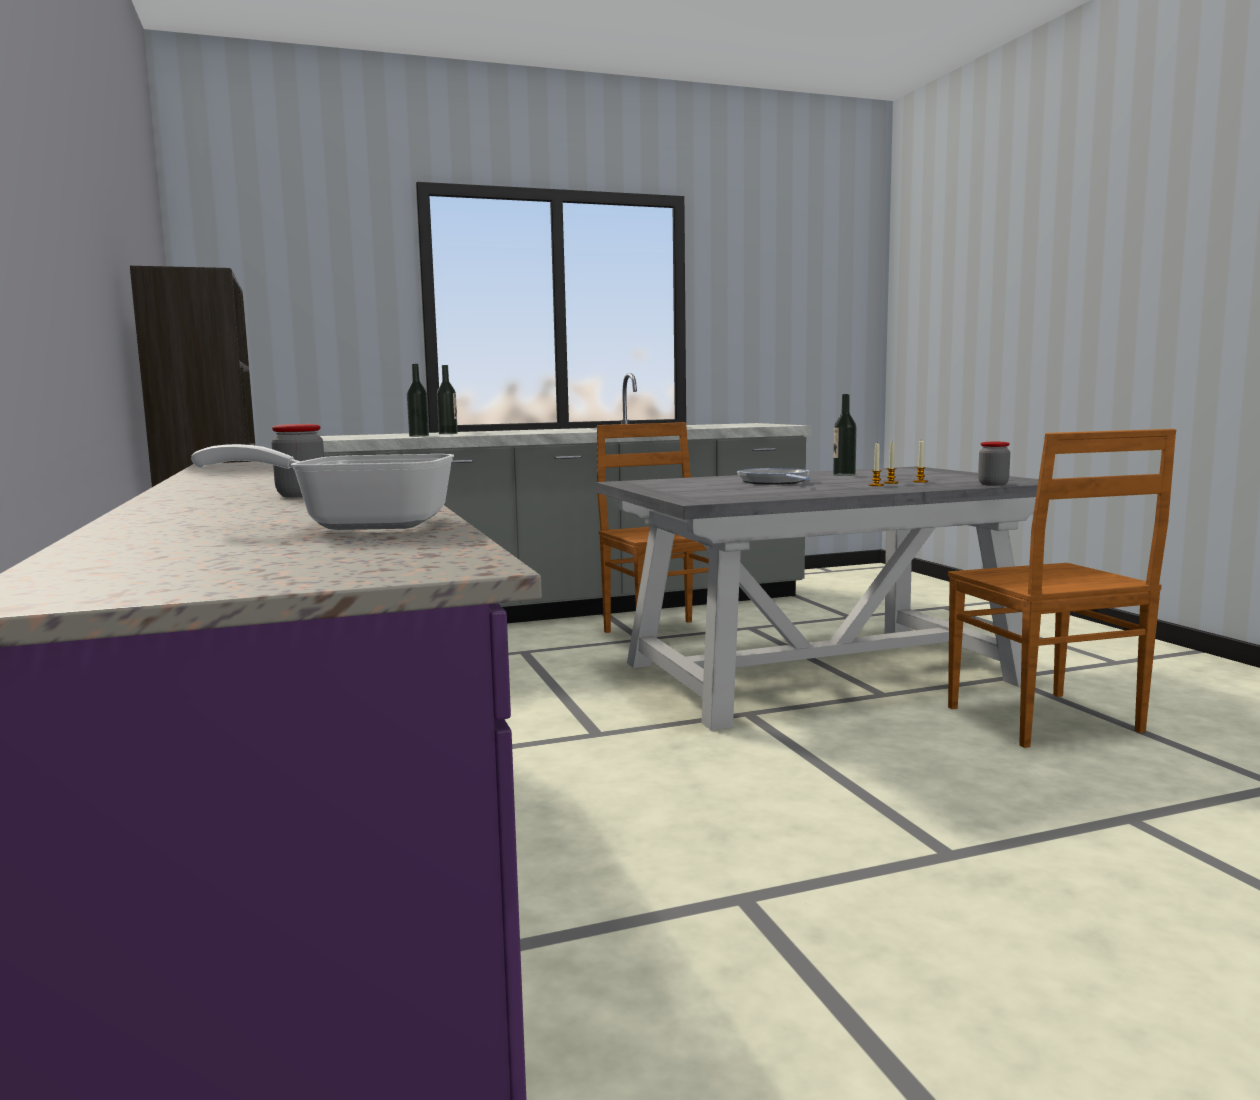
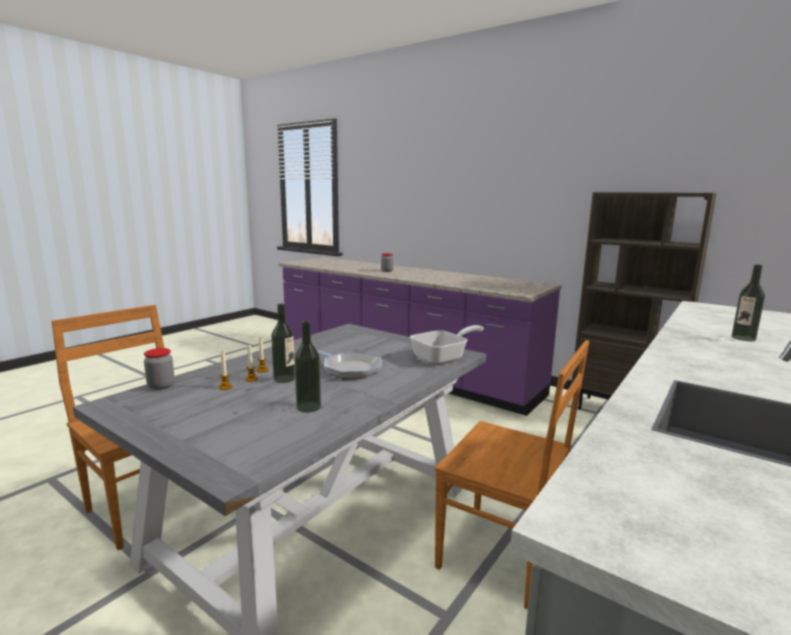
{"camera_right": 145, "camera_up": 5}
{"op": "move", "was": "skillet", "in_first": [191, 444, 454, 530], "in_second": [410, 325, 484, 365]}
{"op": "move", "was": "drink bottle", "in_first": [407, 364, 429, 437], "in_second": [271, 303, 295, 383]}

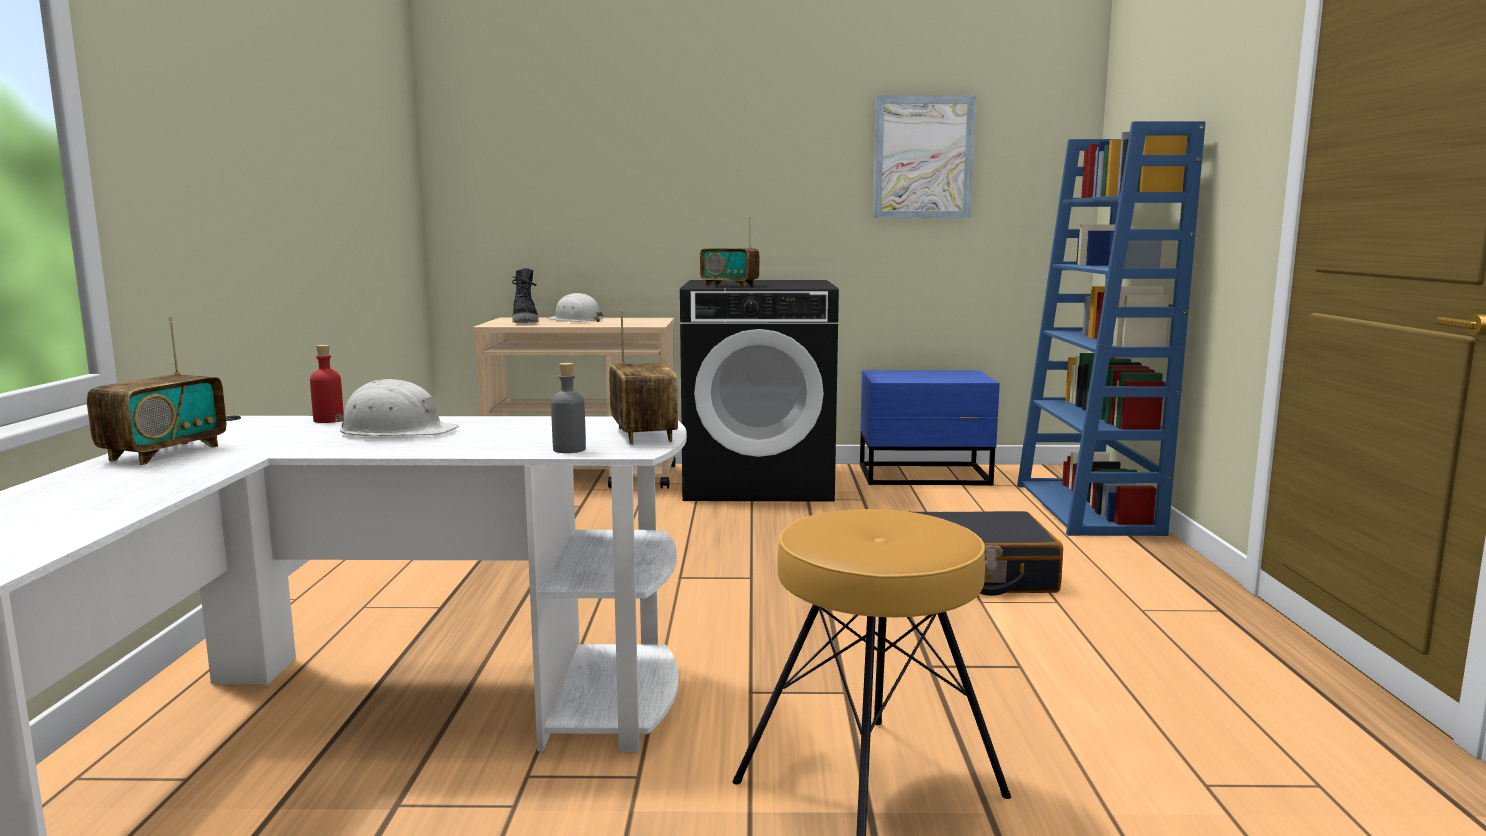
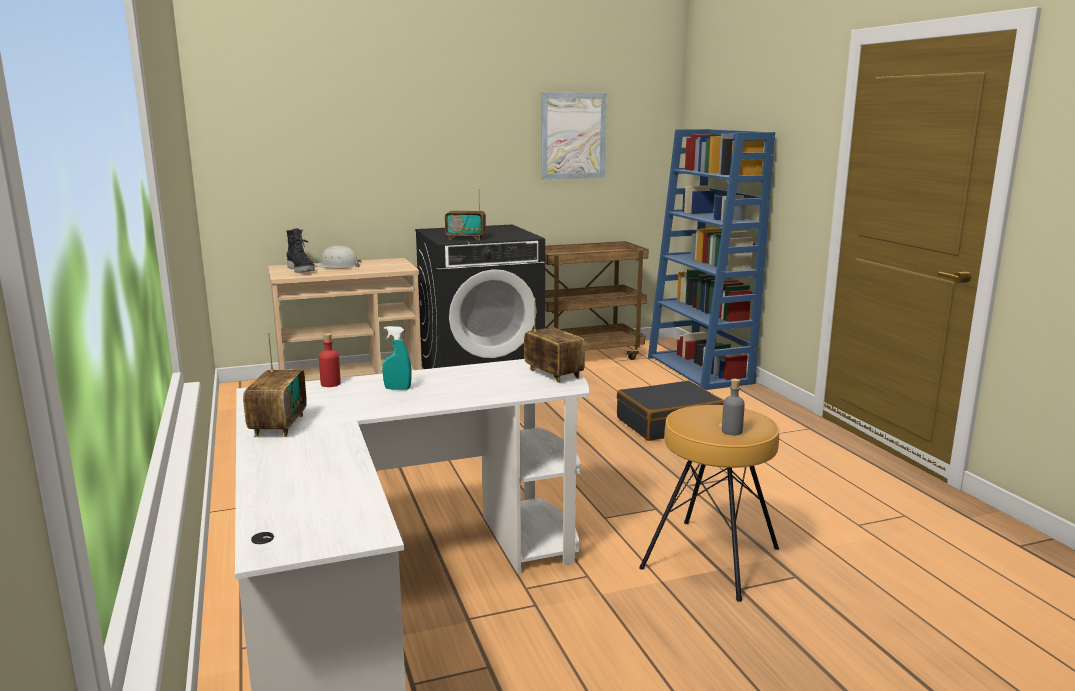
{"camera_right": -20, "camera_up": 5}
{"op": "move", "was": "grey drink bottle", "in_first": [551, 363, 586, 453], "in_second": [722, 379, 745, 435]}
{"op": "replace", "was": "white safety helmet", "now": "turquoise sprayer", "in_first": [334, 379, 459, 436], "in_second": [382, 326, 411, 390]}
{"op": "replace", "was": "bluish nightstand", "now": "brown-coloured cart", "in_first": [860, 370, 1000, 485], "in_second": [545, 241, 649, 360]}

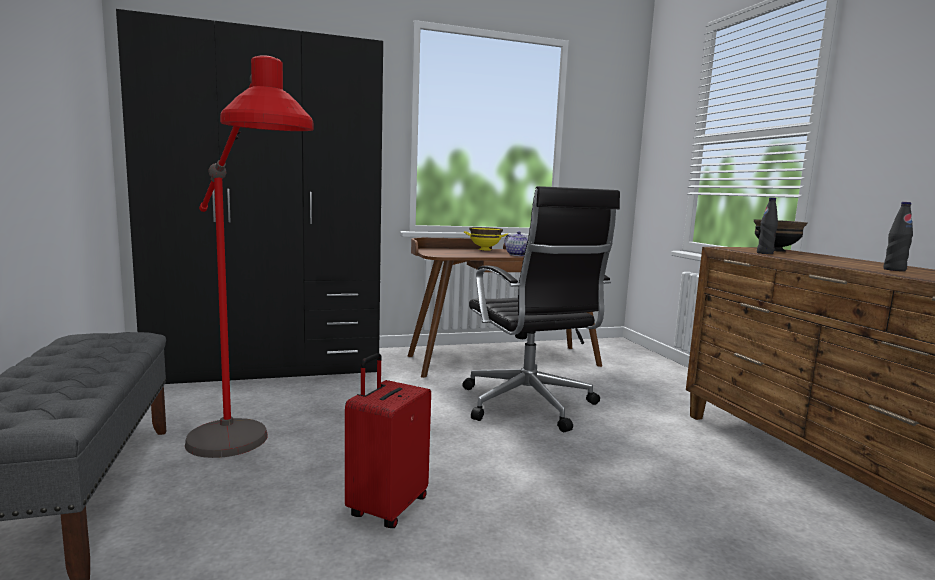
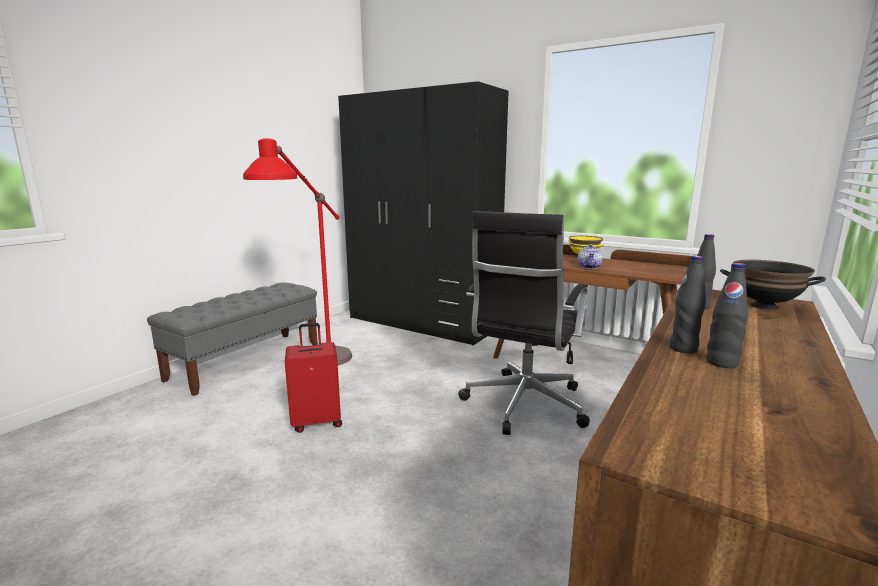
{"camera_right": 50, "camera_up": 5}
{"op": "insert", "now": "black-coloured drink bottle", "in_second": [670, 256, 706, 353]}

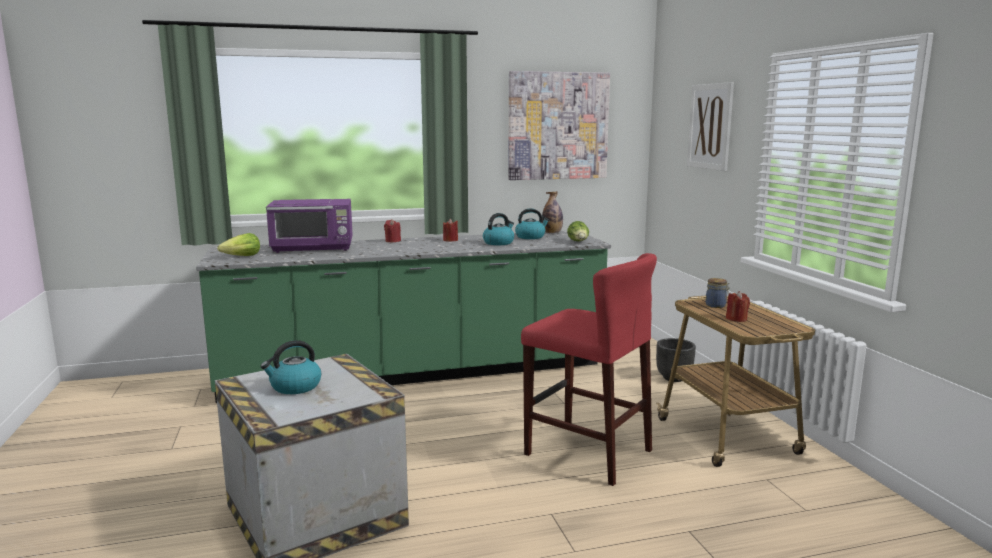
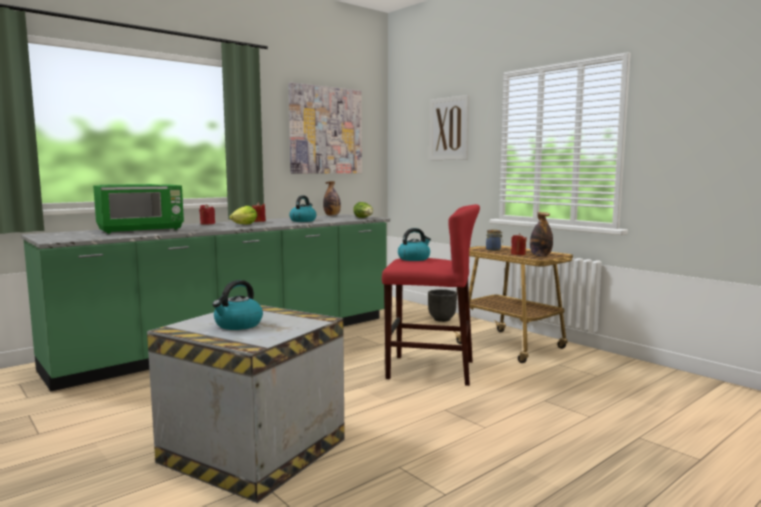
{"camera_right": -25, "camera_up": -5}
{"op": "insert", "now": "drink bottle", "in_second": [530, 212, 553, 257]}
{"op": "move", "was": "lettuce", "in_first": [217, 233, 260, 256], "in_second": [229, 206, 257, 225]}
{"op": "move", "was": "kettle", "in_first": [515, 208, 549, 239], "in_second": [398, 228, 431, 261]}
{"op": "recolor", "was": "purple-coloured kitchen microwave", "now": "green kitchen microwave", "in_first": [266, 199, 353, 253], "in_second": [93, 184, 184, 234]}

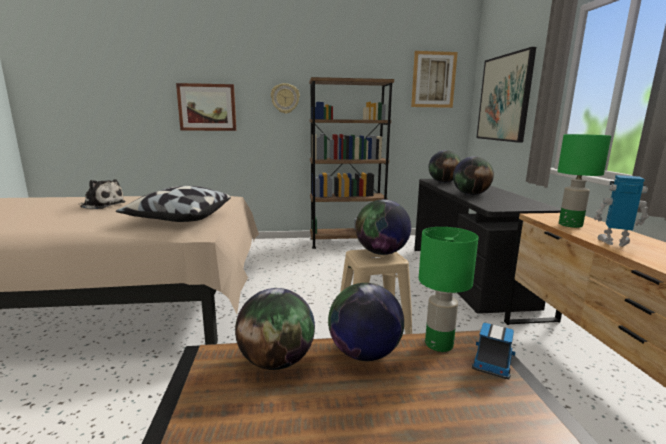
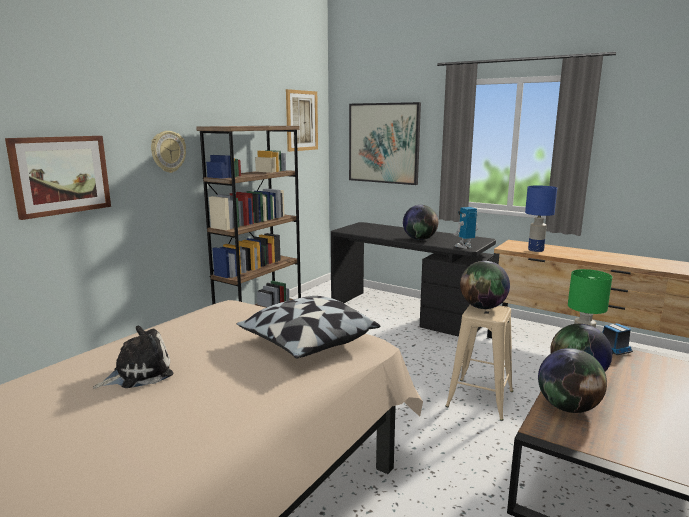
{"camera_right": -50, "camera_up": 0}
{"op": "delete", "was": "globe", "in_first": [429, 150, 461, 183]}
{"op": "move", "was": "robot figure", "in_first": [594, 175, 649, 247], "in_second": [454, 207, 478, 249]}
{"op": "recolor", "was": "green lamp for a table", "now": "bluish lamp for a table", "in_first": [558, 134, 611, 228], "in_second": [525, 185, 557, 252]}

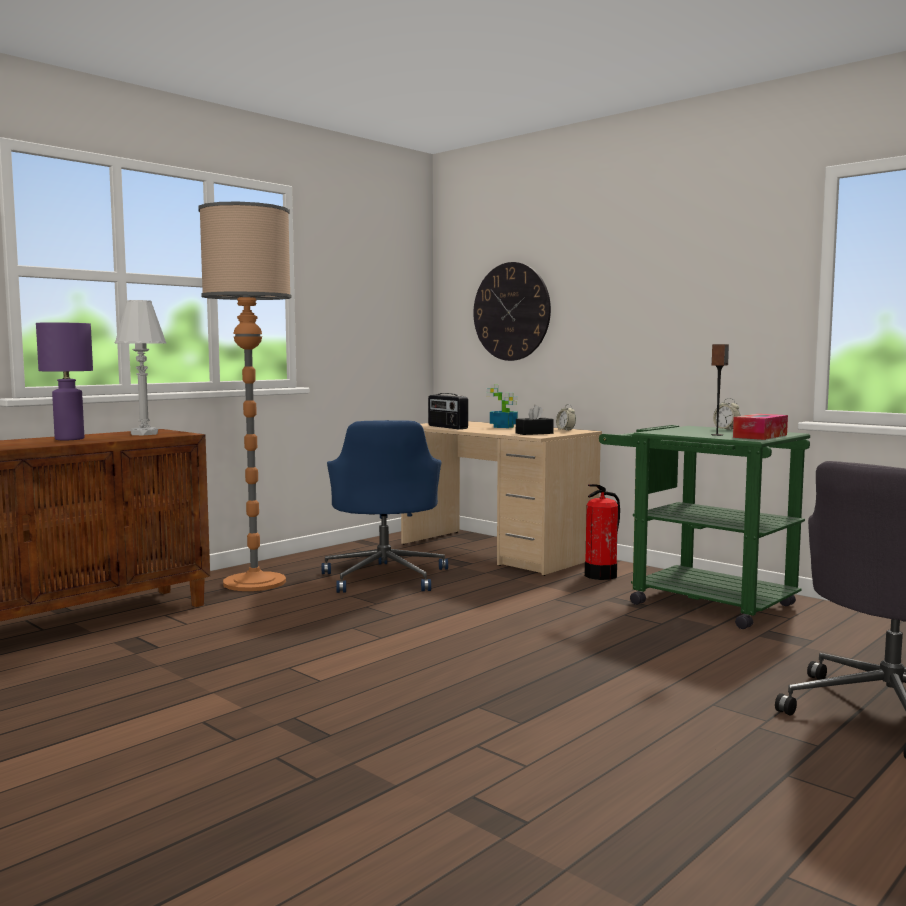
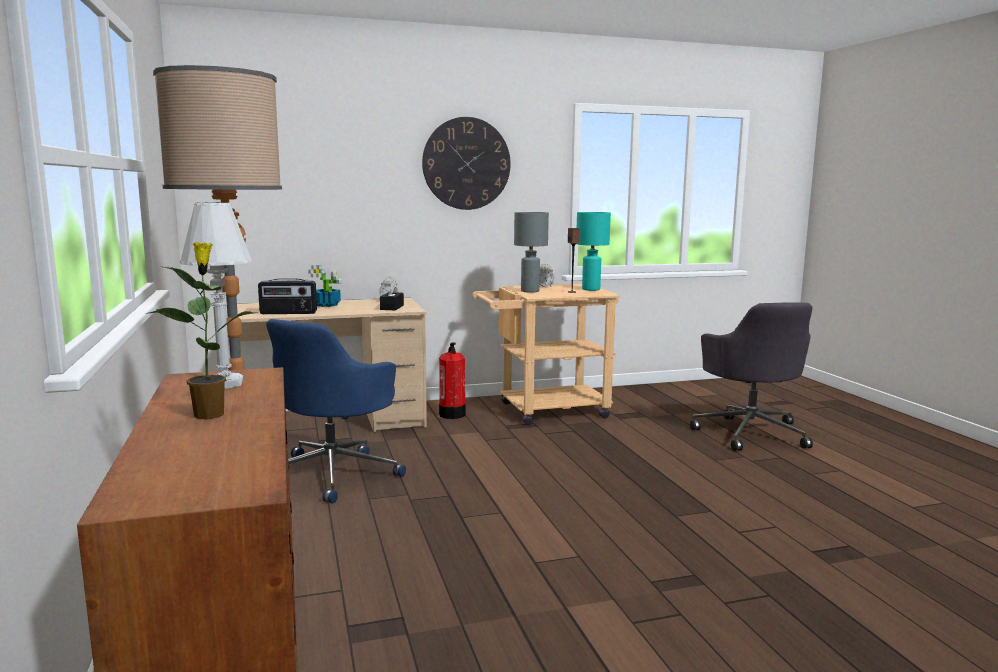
{"camera_right": -60, "camera_up": 5}
{"op": "insert", "now": "grey lamp for a table", "in_second": [514, 212, 549, 293]}
{"op": "move", "was": "clock on the wall", "in_first": [474, 262, 551, 361], "in_second": [422, 117, 511, 210]}
{"op": "replace", "was": "purple-coloured lamp for a table", "now": "houseplant", "in_first": [36, 322, 93, 440], "in_second": [146, 242, 258, 420]}
{"op": "replace", "was": "tissue holder", "now": "turquoise lamp for a table", "in_first": [733, 414, 788, 440], "in_second": [576, 212, 611, 291]}
{"op": "recolor", "was": "green cart", "now": "sand-coloured cart", "in_first": [599, 425, 810, 629], "in_second": [472, 284, 620, 425]}
{"op": "rotate", "was": "bluish computer chair", "in_first": [322, 420, 448, 593], "in_second": [266, 319, 406, 503], "clockwise": 90}

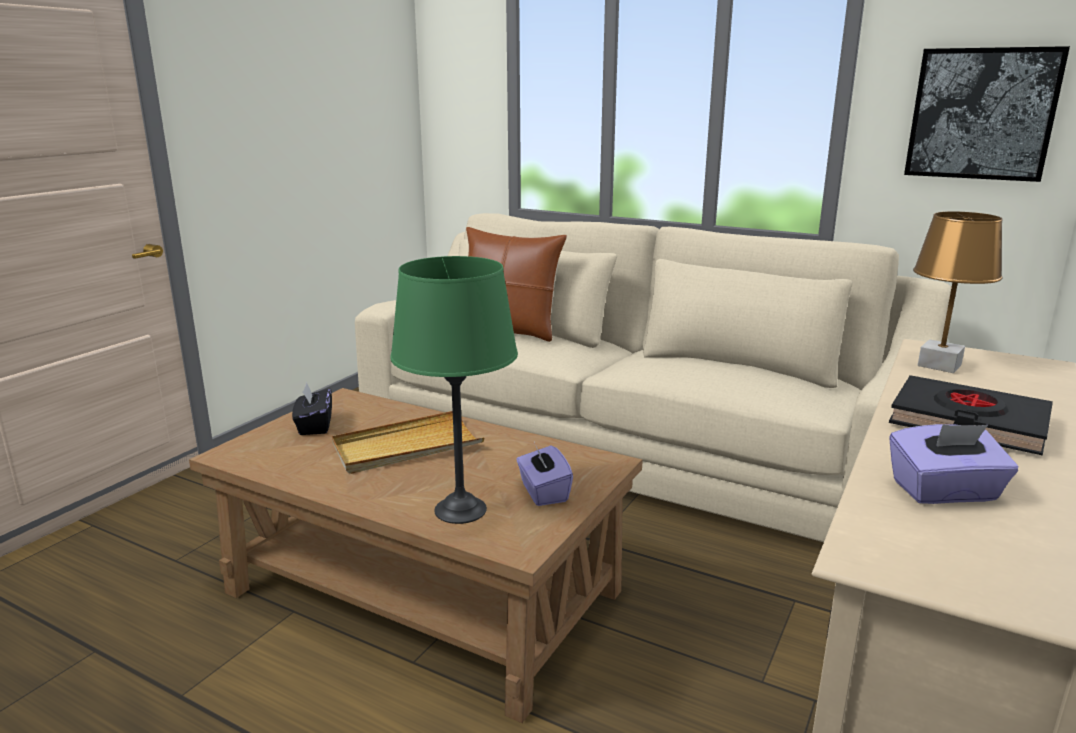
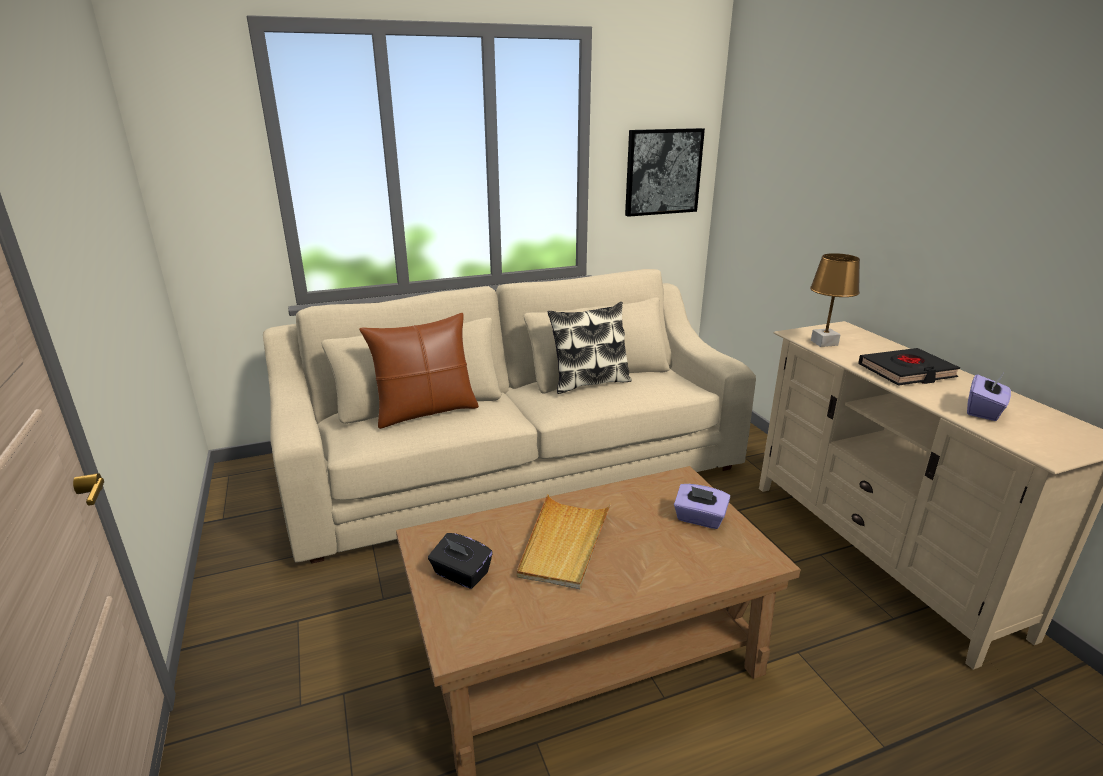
{"camera_right": -50, "camera_up": 5}
{"op": "delete", "was": "green lamp for a table", "in_first": [390, 256, 518, 524]}
{"op": "insert", "now": "cushion", "in_second": [548, 302, 632, 394]}

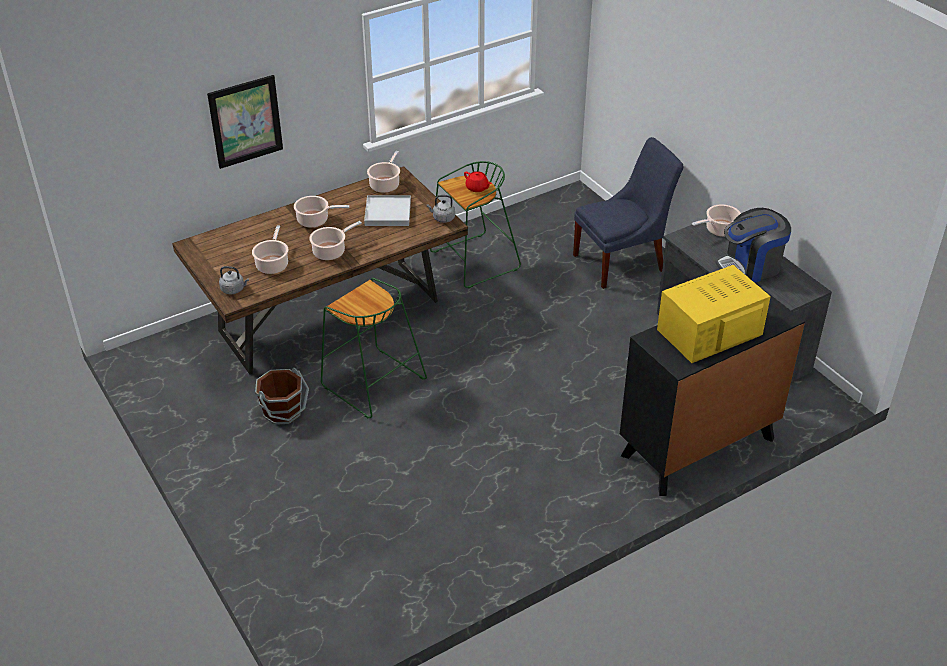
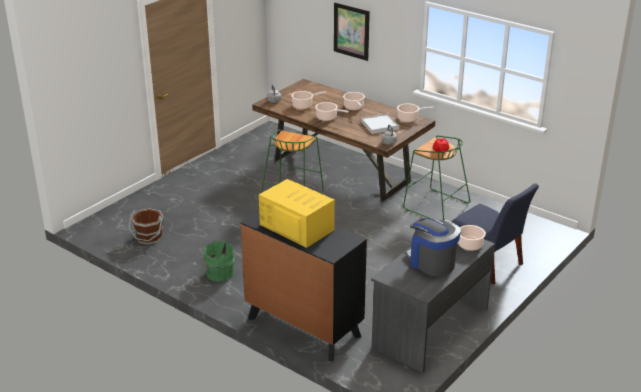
{"camera_right": 70, "camera_up": -10}
{"op": "insert", "now": "green water bucket", "in_second": [202, 240, 235, 282]}
{"op": "move", "was": "brown-coloured water bucket", "in_first": [255, 368, 309, 425], "in_second": [128, 208, 164, 245]}

